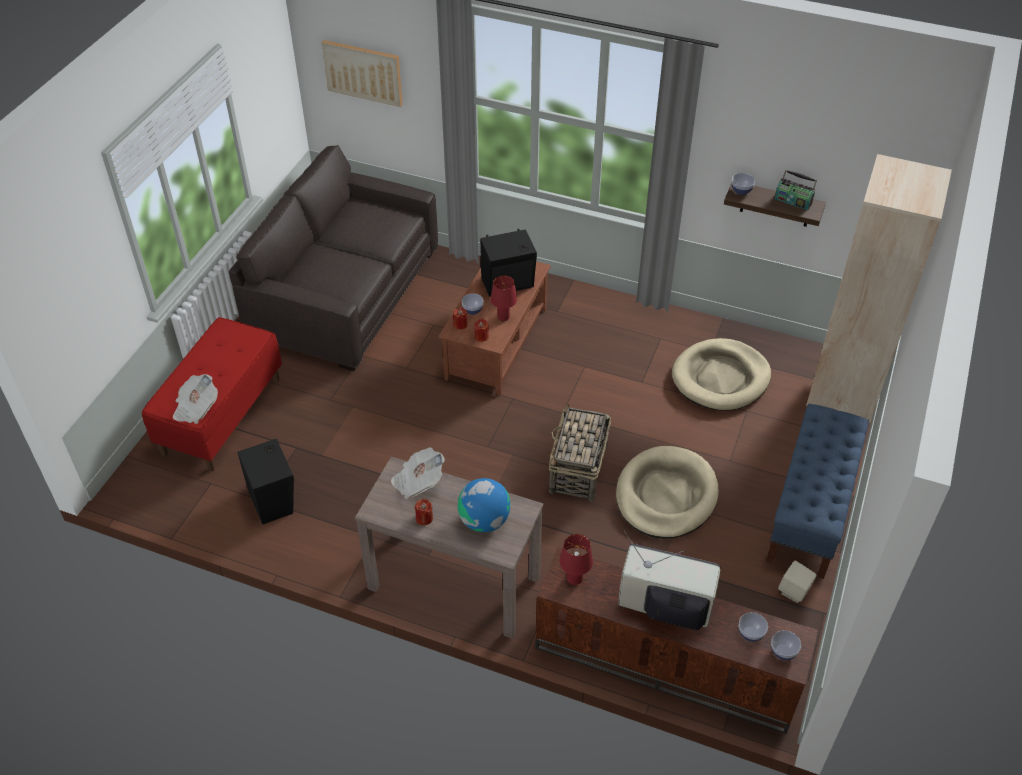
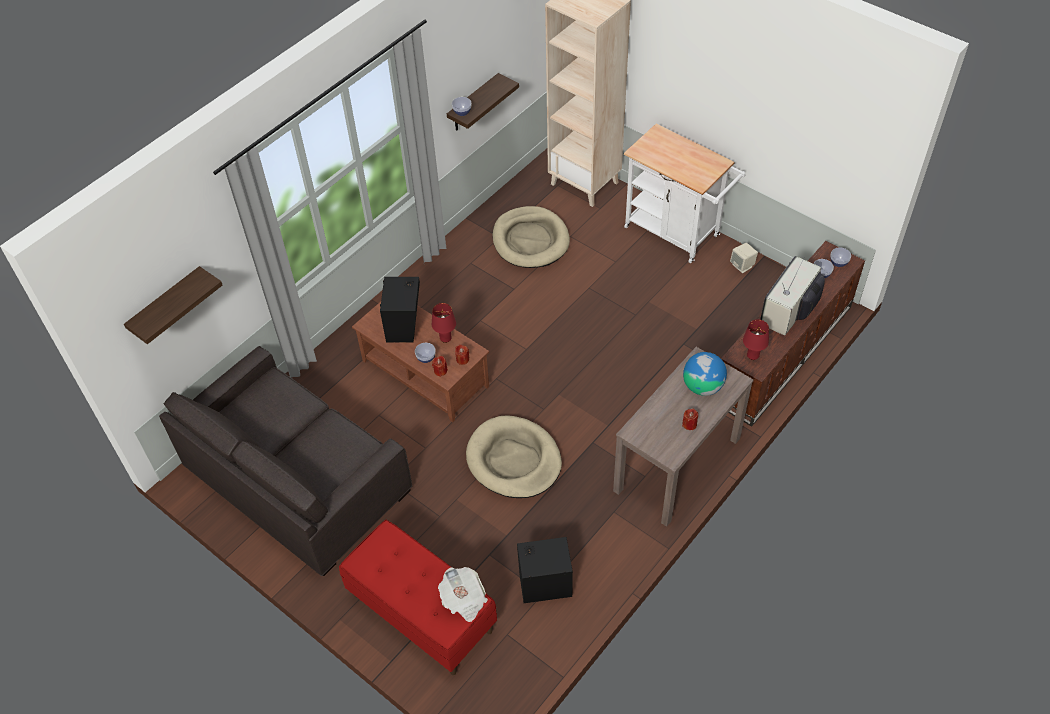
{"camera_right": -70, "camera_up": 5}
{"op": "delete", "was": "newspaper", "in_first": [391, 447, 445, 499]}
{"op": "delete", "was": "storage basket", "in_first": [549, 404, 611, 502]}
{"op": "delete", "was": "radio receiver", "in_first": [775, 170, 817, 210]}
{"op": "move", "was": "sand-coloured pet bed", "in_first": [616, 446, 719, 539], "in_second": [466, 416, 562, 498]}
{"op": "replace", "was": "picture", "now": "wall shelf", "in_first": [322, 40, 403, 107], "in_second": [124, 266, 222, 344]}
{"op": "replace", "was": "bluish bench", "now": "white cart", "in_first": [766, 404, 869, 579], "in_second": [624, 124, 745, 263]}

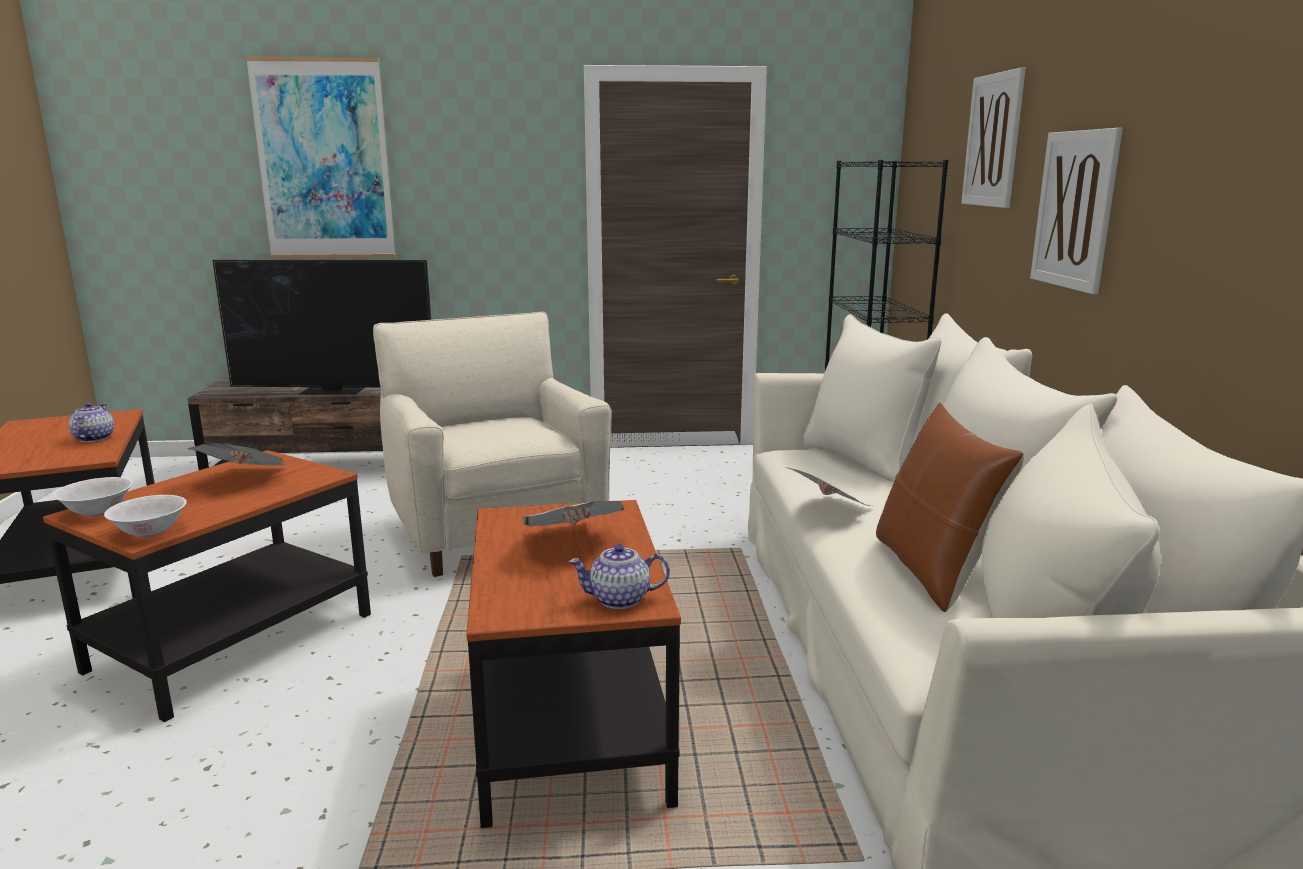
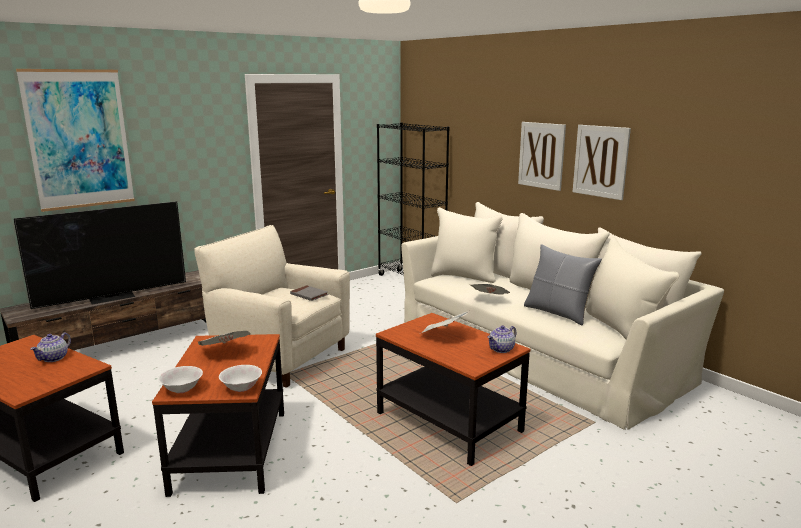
{"camera_right": -35, "camera_up": 0}
{"op": "insert", "now": "grey volume", "in_second": [290, 285, 328, 301]}
{"op": "move", "was": "picture", "in_first": [961, 67, 1026, 208], "in_second": [573, 125, 631, 200]}
{"op": "recolor", "was": "brown-coloured cushion", "now": "grey cushion", "in_first": [876, 403, 1024, 612], "in_second": [524, 244, 602, 325]}
{"op": "rotate", "was": "pot for tea", "in_first": [69, 402, 114, 442], "in_second": [30, 332, 71, 362], "clockwise": -120}

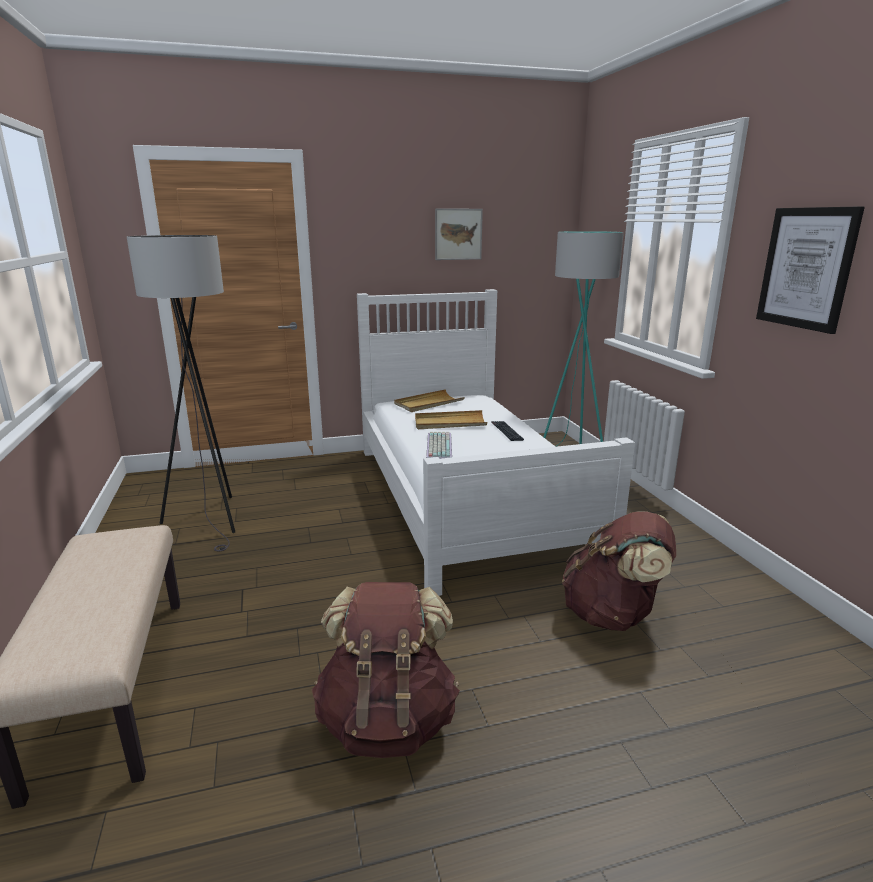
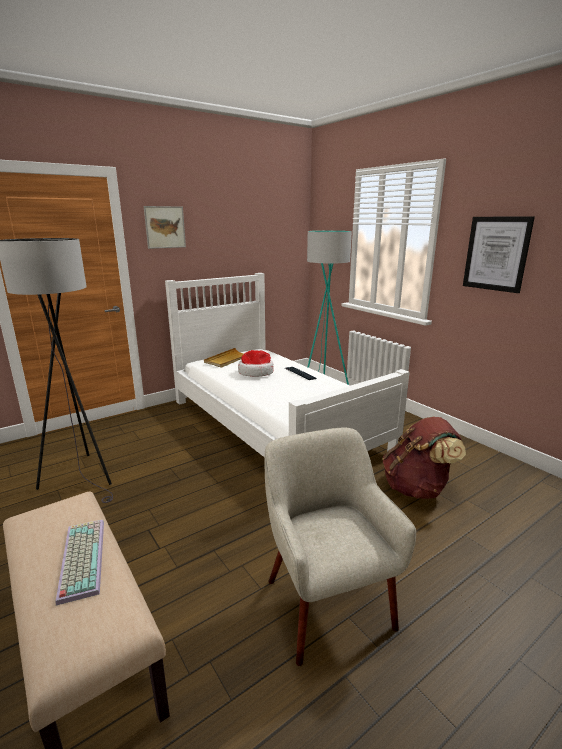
{"camera_right": -20, "camera_up": 0}
{"op": "move", "was": "keyboard", "in_first": [426, 432, 452, 459], "in_second": [56, 520, 104, 605]}
{"op": "move", "was": "picture", "in_first": [435, 208, 483, 260], "in_second": [144, 206, 186, 249]}
{"op": "replace", "was": "brown-coloured rucksack", "now": "sand-coloured armchair", "in_first": [312, 582, 460, 758], "in_second": [265, 428, 416, 666]}
{"op": "replace", "was": "sand-coloured tray", "now": "clothing hat", "in_first": [415, 410, 487, 429], "in_second": [238, 350, 274, 377]}

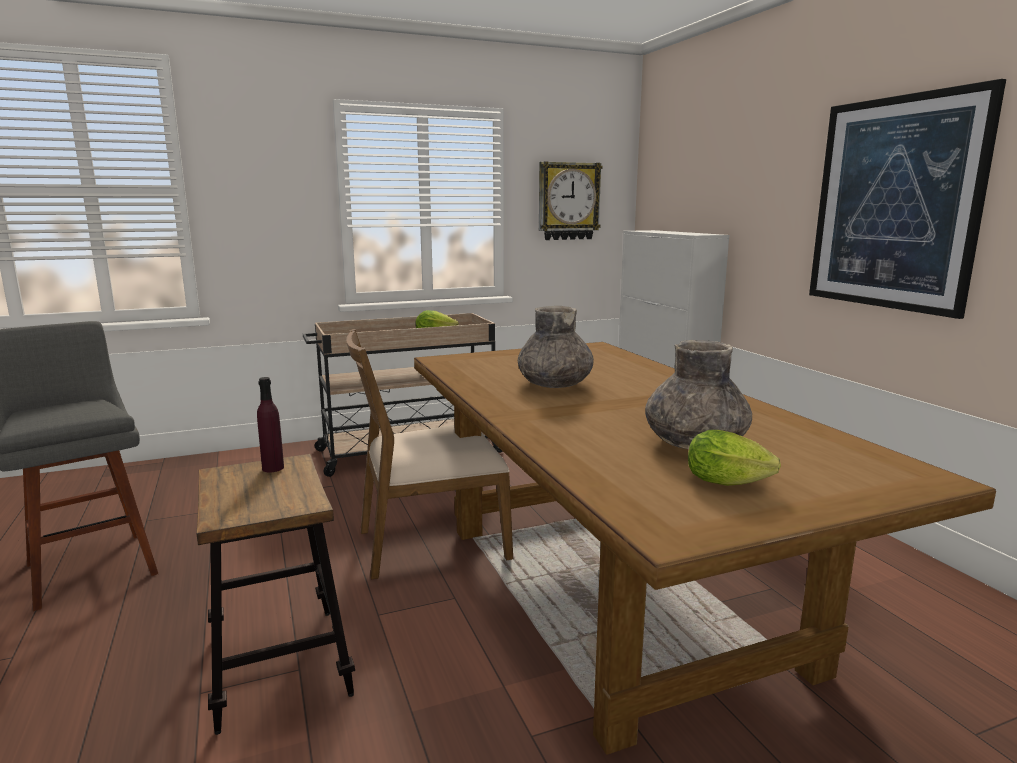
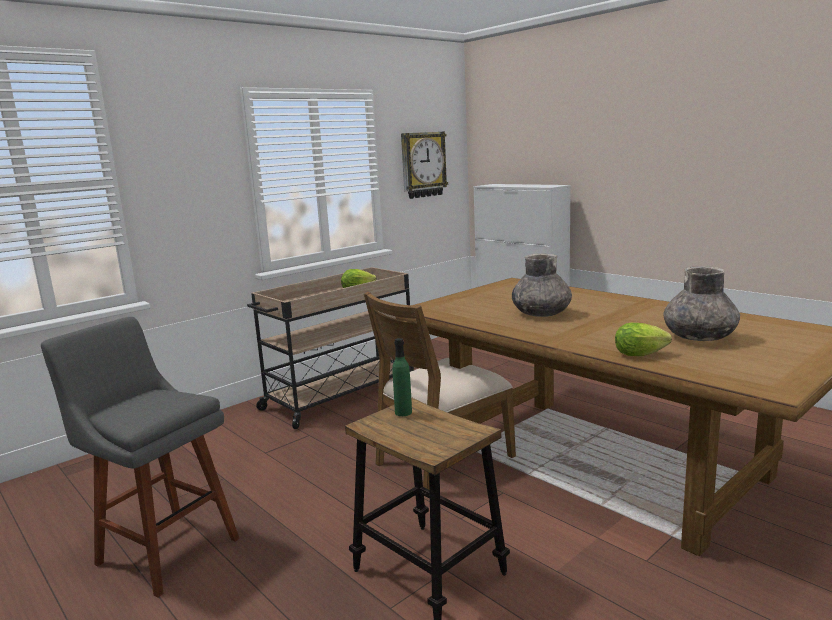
{"camera_right": -20, "camera_up": 0}
{"op": "delete", "was": "picture", "in_first": [809, 79, 1006, 319]}
{"op": "move", "was": "lettuce", "in_first": [688, 430, 781, 486], "in_second": [615, 323, 672, 356]}
{"op": "recolor", "was": "purple-coloured drink bottle", "now": "green drink bottle", "in_first": [257, 377, 284, 472], "in_second": [392, 338, 412, 416]}

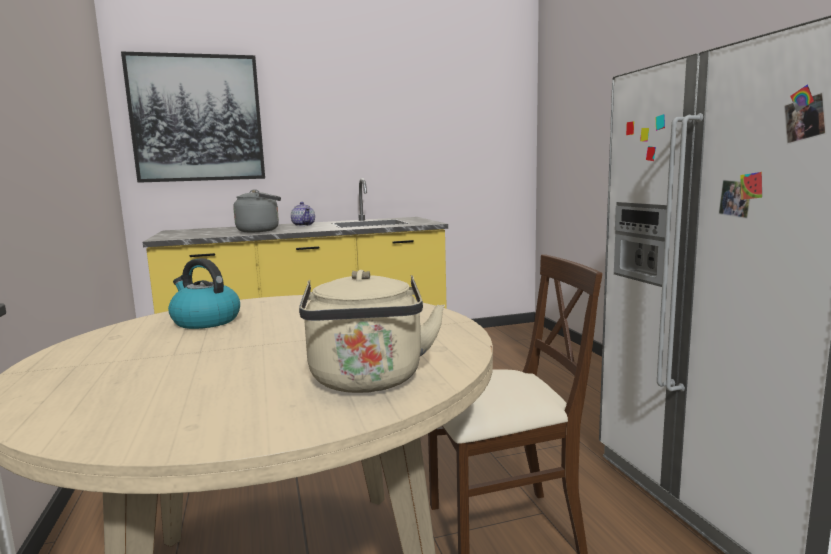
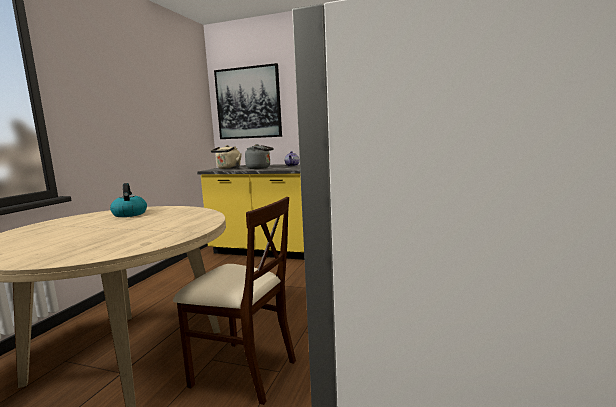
{"camera_right": 35, "camera_up": 0}
{"op": "move", "was": "sand-coloured kettle", "in_first": [299, 270, 445, 393], "in_second": [211, 145, 242, 169]}

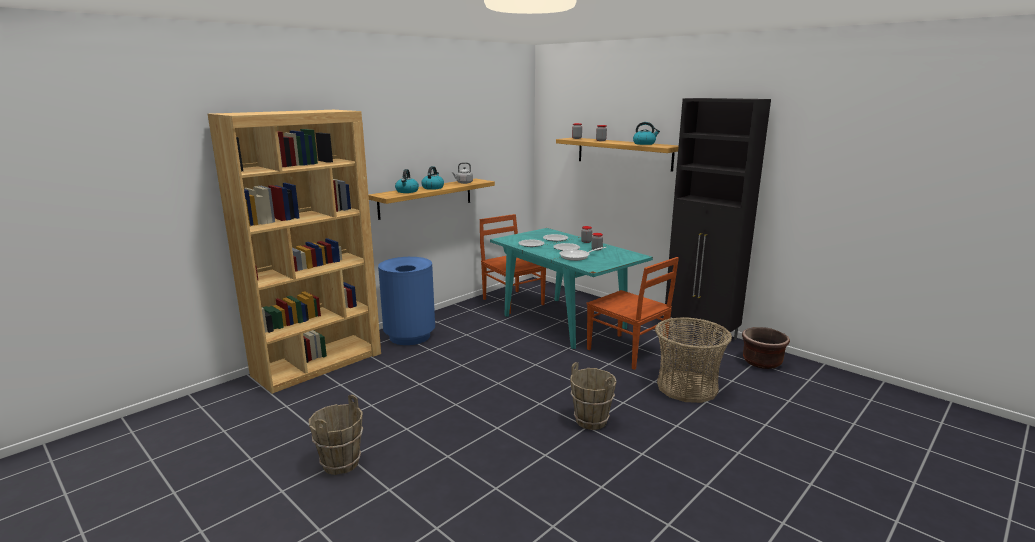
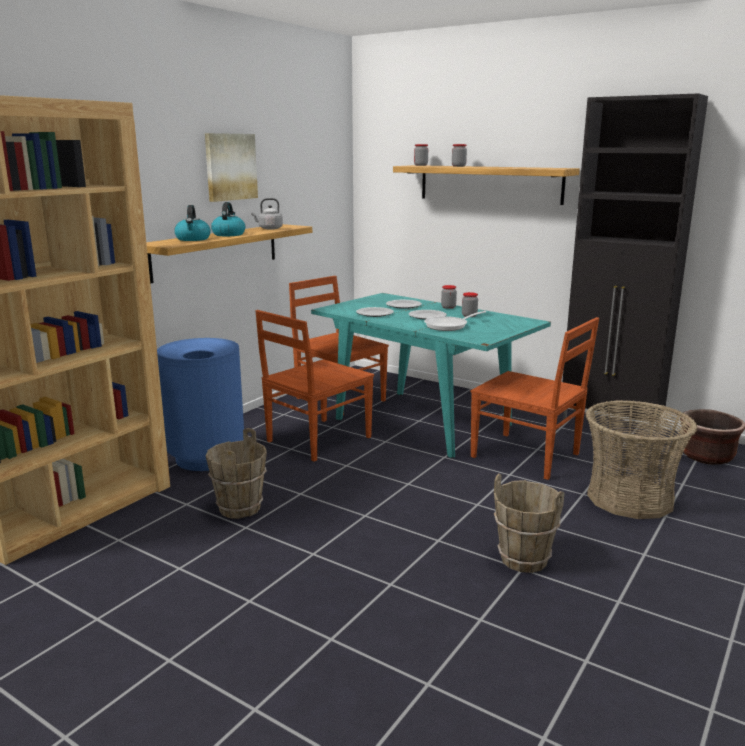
{"camera_right": -10, "camera_up": 0}
{"op": "delete", "was": "kettle", "in_first": [633, 122, 660, 145]}
{"op": "insert", "now": "picture", "in_second": [205, 133, 258, 202]}
{"op": "insert", "now": "brown-coloured upright chair", "in_second": [255, 310, 374, 462]}
{"op": "move", "was": "brown-coloured water bucket", "in_first": [309, 394, 363, 475], "in_second": [205, 428, 267, 519]}

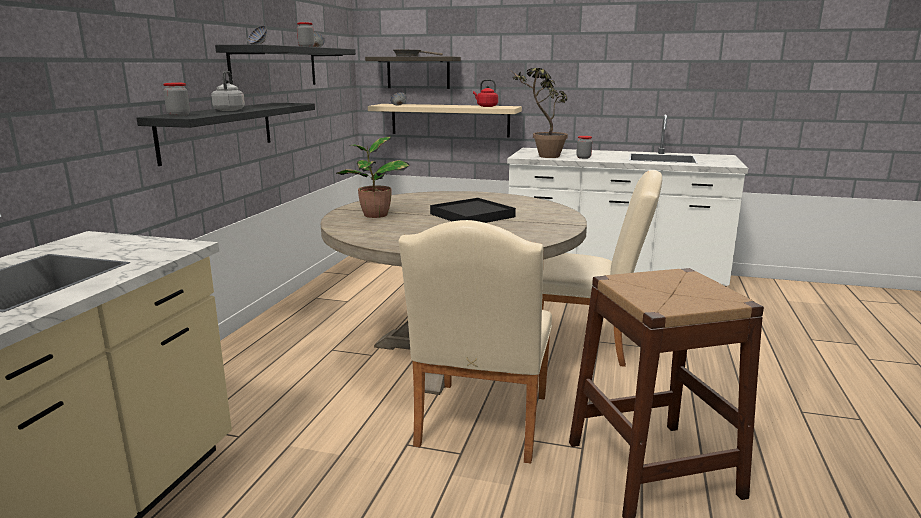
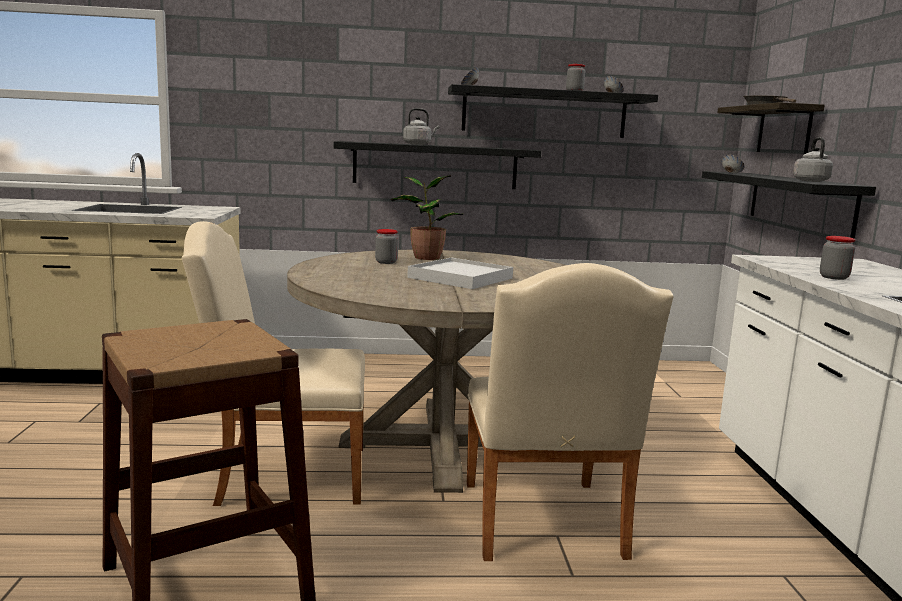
{"camera_right": 70, "camera_up": -5}
{"op": "delete", "was": "houseplant", "in_first": [509, 68, 568, 158]}
{"op": "move", "was": "jar", "in_first": [163, 83, 190, 116], "in_second": [375, 229, 398, 264]}
{"op": "recolor", "was": "sand-coloured wall shelf", "now": "black-coloured wall shelf", "in_first": [368, 104, 522, 137], "in_second": [702, 171, 876, 239]}
{"op": "recolor", "was": "black-coloured tray", "now": "white tray", "in_first": [430, 198, 516, 223], "in_second": [407, 258, 513, 289]}
{"op": "recolor", "was": "red kettle", "now": "grey kettle", "in_first": [473, 79, 498, 107], "in_second": [793, 137, 833, 182]}

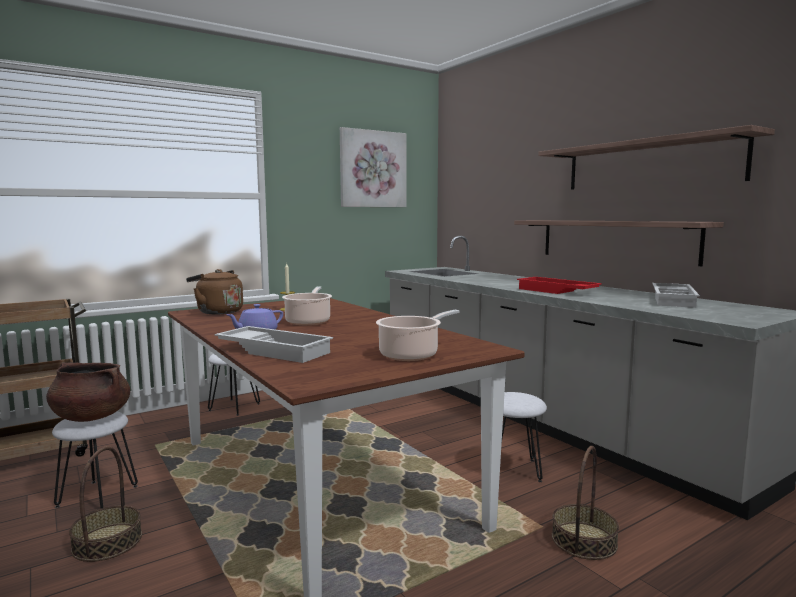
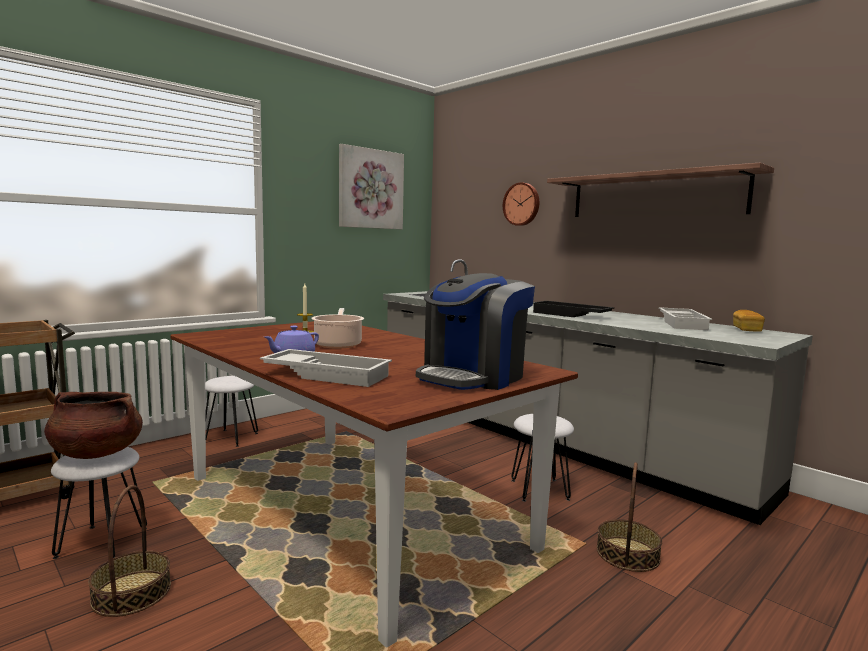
{"camera_right": -10, "camera_up": 0}
{"op": "delete", "was": "brown-coloured kettle", "in_first": [186, 269, 243, 315]}
{"op": "delete", "was": "wall shelf", "in_first": [514, 220, 724, 266]}
{"op": "insert", "now": "clock on the wall", "in_second": [503, 182, 539, 226]}
{"op": "insert", "now": "bakery bread", "in_second": [733, 310, 765, 332]}
{"op": "replace", "was": "saucepot", "now": "coffee machine", "in_first": [376, 310, 459, 361], "in_second": [416, 273, 535, 390]}
{"op": "recolor", "was": "red tray", "now": "black-coloured tray", "in_first": [517, 277, 602, 294], "in_second": [533, 301, 615, 317]}

